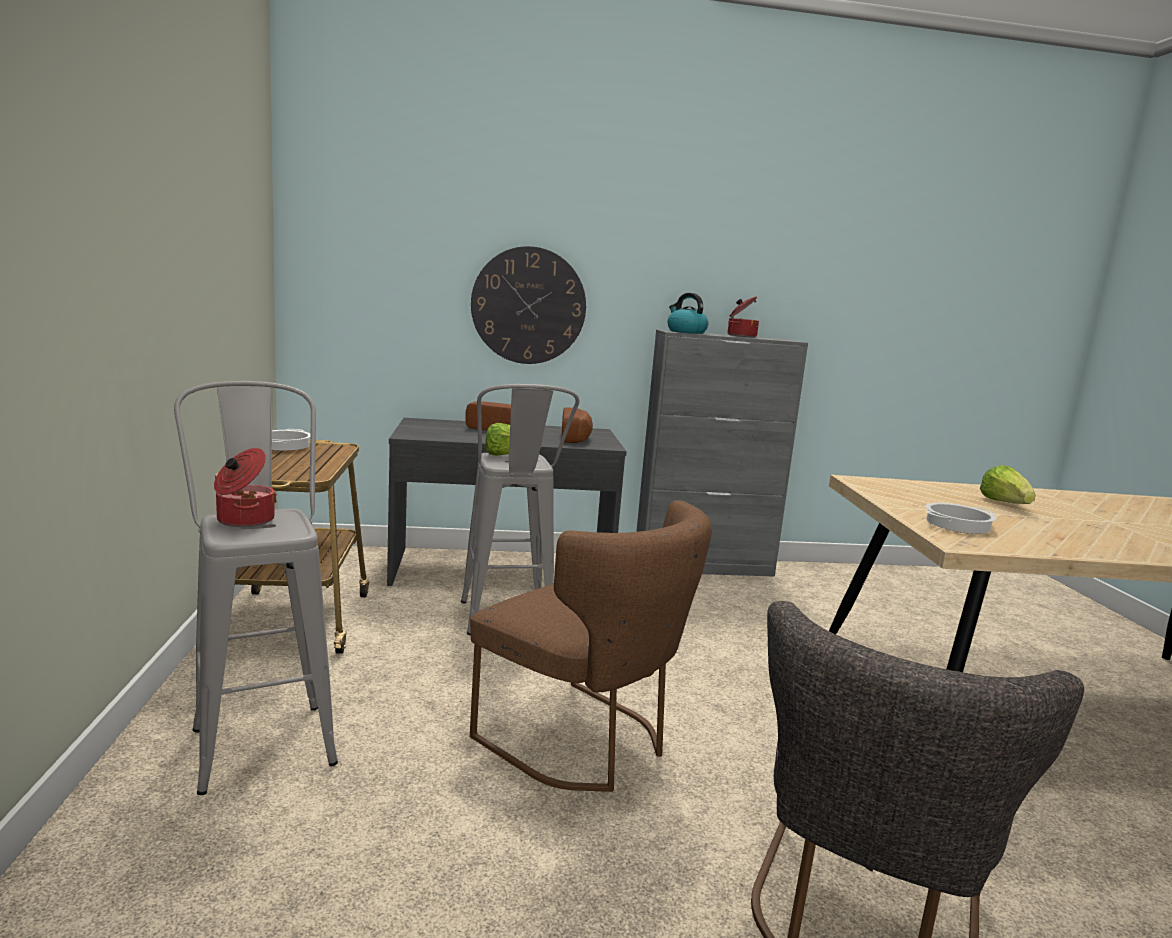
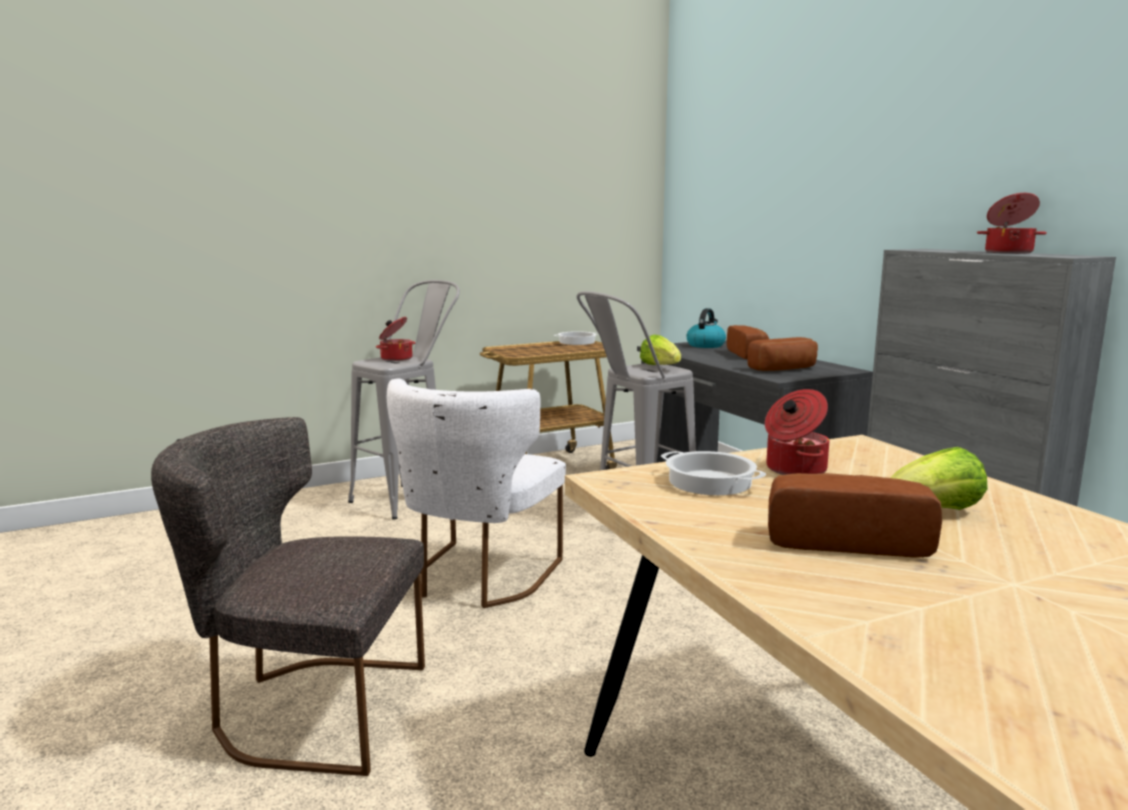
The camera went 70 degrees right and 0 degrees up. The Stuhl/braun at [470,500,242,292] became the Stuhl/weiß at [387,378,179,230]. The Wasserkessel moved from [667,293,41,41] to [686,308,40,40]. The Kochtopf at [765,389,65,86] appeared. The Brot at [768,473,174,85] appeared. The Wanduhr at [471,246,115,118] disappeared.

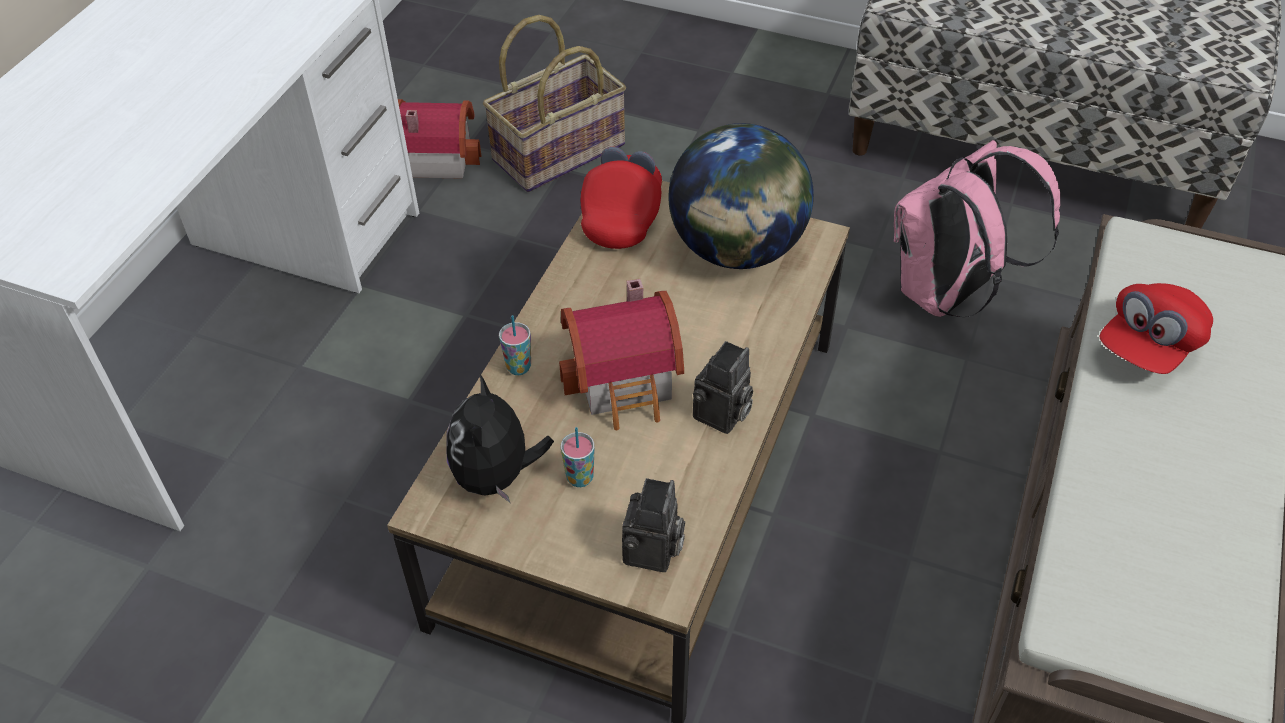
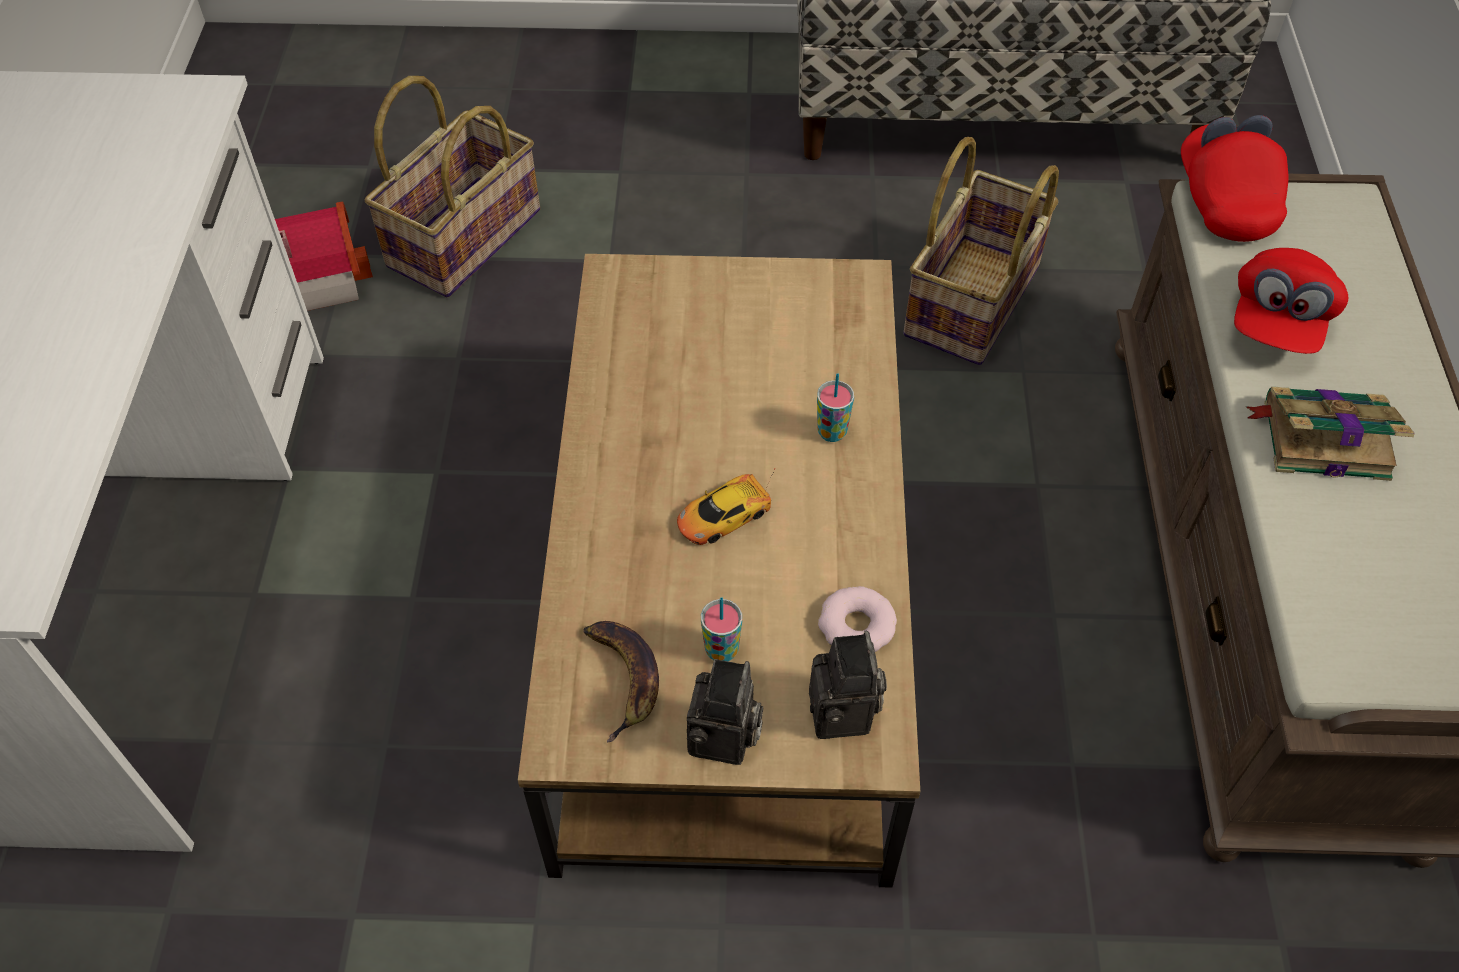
The camera went 20 degrees left and 5 degrees up. The Plüschtier at [446,373,108,130] was replaced by the Banane at [583,621,76,122]. The Spielzeughaus at [559,279,125,152] was replaced by the Spielzeugauto at [677,469,98,76]. The Kamera moved from [693,341,60,93] to [687,659,76,106]. The Tasse moved from [499,315,32,60] to [817,373,37,69]. The Donut at [818,586,79,66] appeared. The Rucksack/rosa at [894,140,166,177] was replaced by the Korb at [903,137,156,228]. The Kappe/rot moved from [581,147,81,102] to [1181,115,107,127]. The Buch at [1246,386,169,95] appeared. The Globus at [668,123,146,146] disappeared.

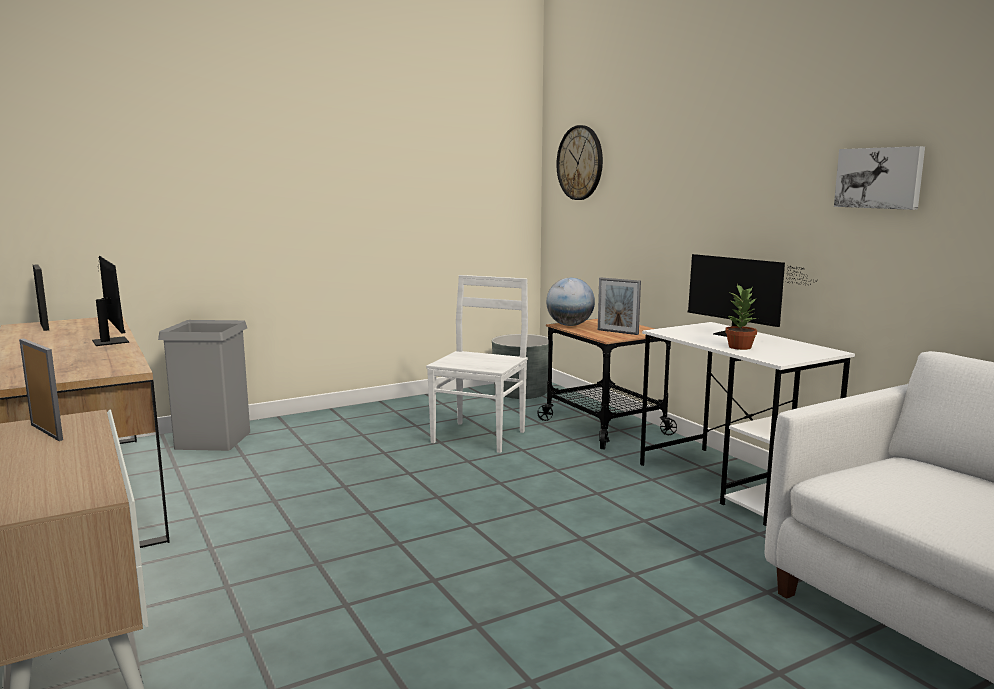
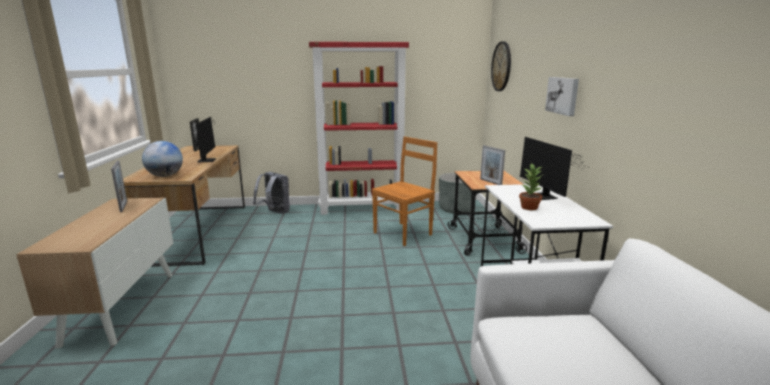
The camera went 25 degrees right and 5 degrees up. The Globus moved from [546,278,49,48] to [142,141,41,36]. The Mülleimer/grau at [158,320,92,131] was replaced by the Rucksack/grau at [253,172,37,42]. The Bücherregal/rot at [309,42,100,173] appeared. The Stuhl/weiß at [426,275,102,178] became the Stuhl/braun at [372,137,65,109]. The Bild moved from [834,146,91,64] to [545,77,34,39].

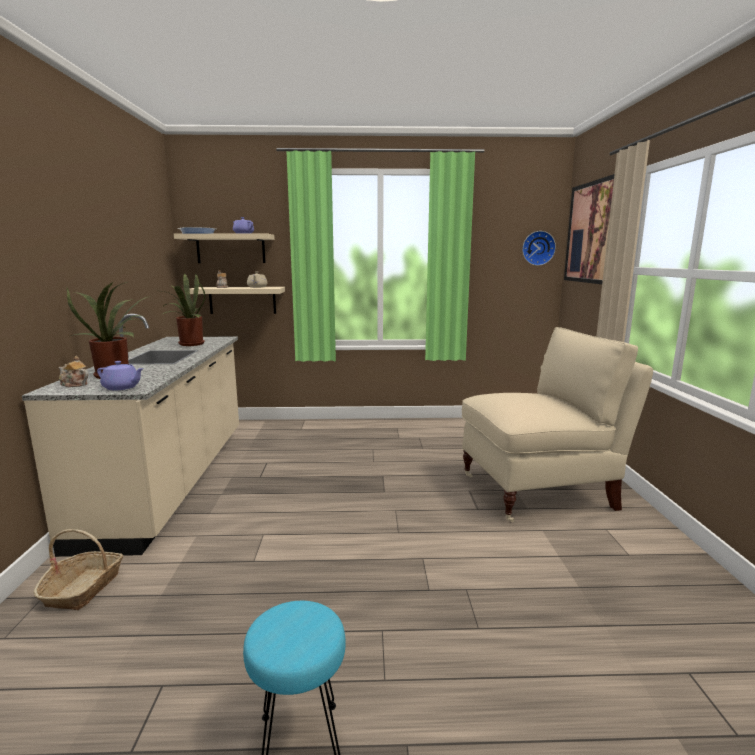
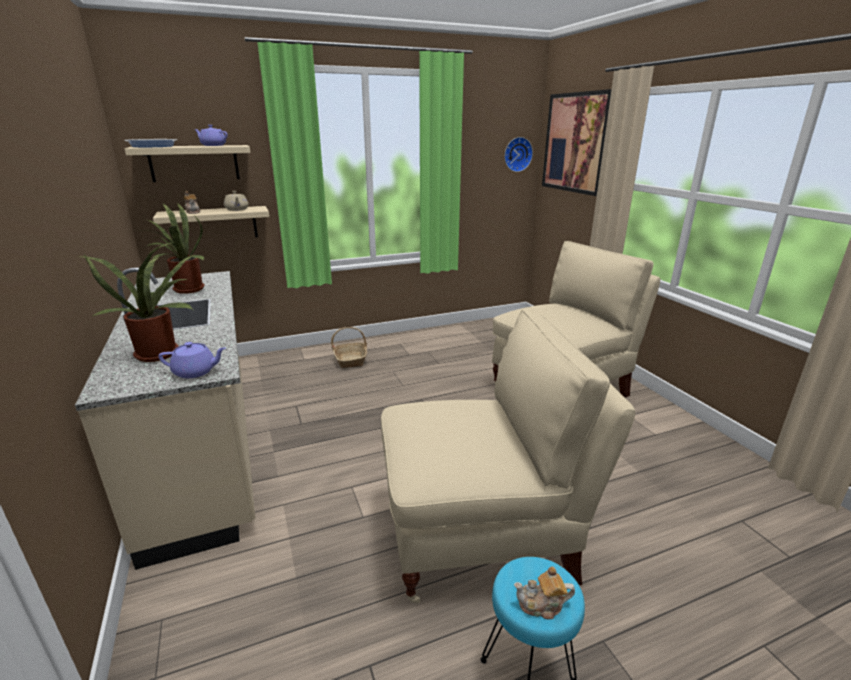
The camera went 20 degrees left and 10 degrees up. The Korb moved from [33,529,90,81] to [331,327,36,41]. The Stuhl/beige at [381,310,254,293] appeared. The Teekanne moved from [58,356,30,31] to [514,566,61,54].

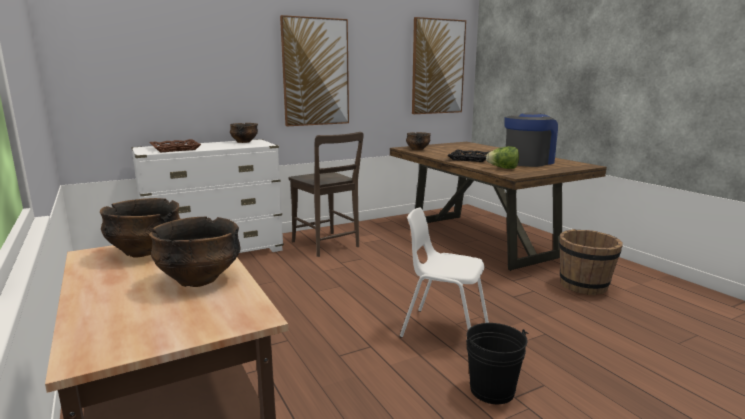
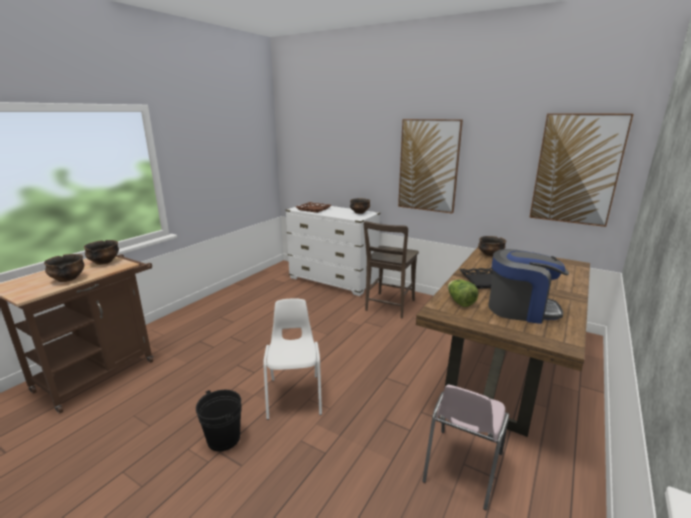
The camera went 60 degrees right and 5 degrees up. The Eimer/braun at [559,229,64,66] was replaced by the Stuhl/rosa at [422,385,87,125].

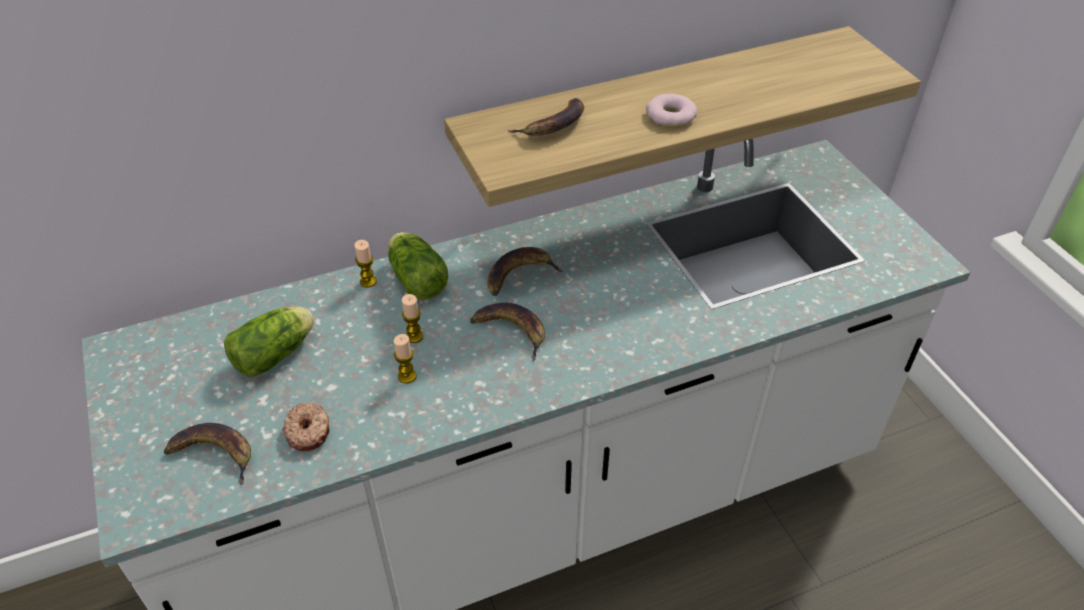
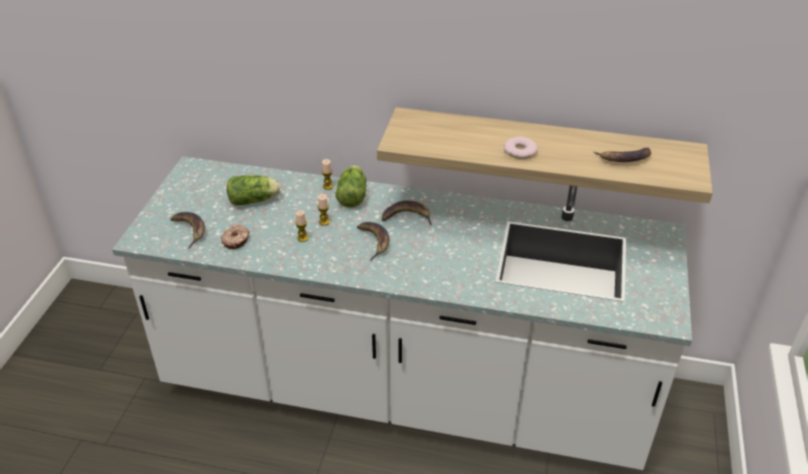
The camera went 35 degrees right and 5 degrees down. The Banane moved from [508,98,76,38] to [593,148,58,14].

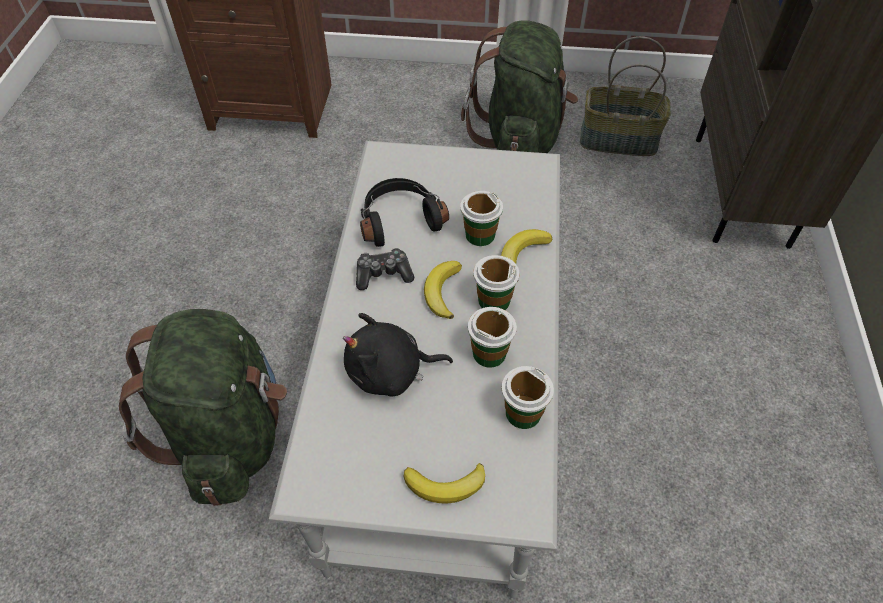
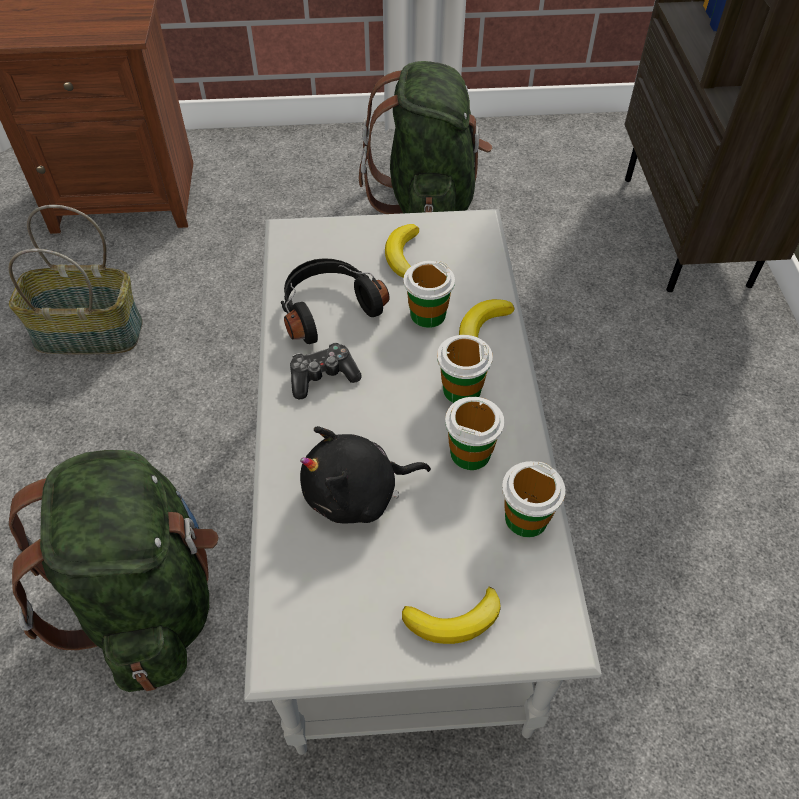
The camera went 10 degrees left and 0 degrees up. The Korb moved from [580,36,90,120] to [8,205,135,149]. The Banane moved from [424,261,38,58] to [385,224,34,54].

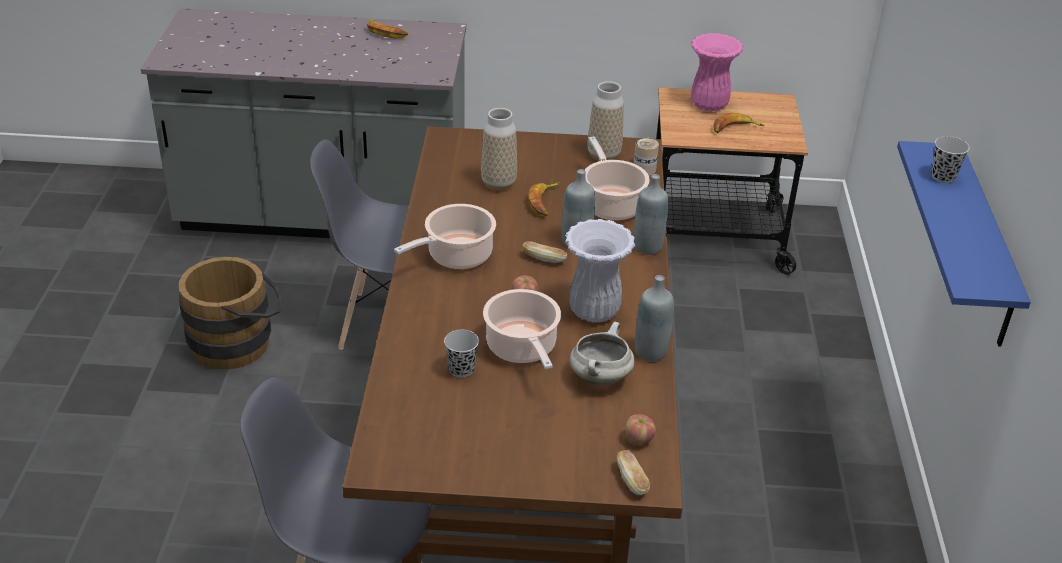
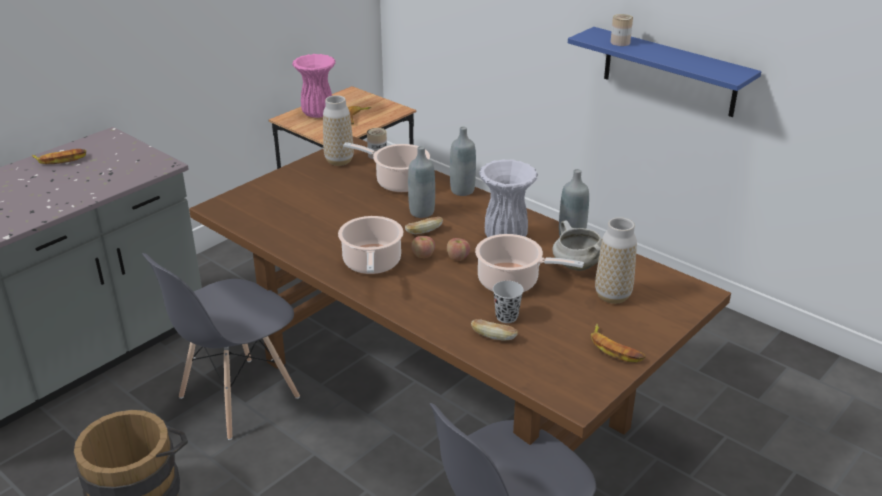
The camera went 50 degrees left and 5 degrees down. The Apfel moved from [625,414,31,32] to [411,236,24,22]. The Brot moved from [617,450,33,45] to [471,319,47,21]. The Banane moved from [528,183,33,33] to [591,324,55,39]. The Vase moved from [481,108,36,83] to [595,217,42,87]. The Tasse/schwarz at [931,136,39,47] was replaced by the Dose at [611,14,22,32].

